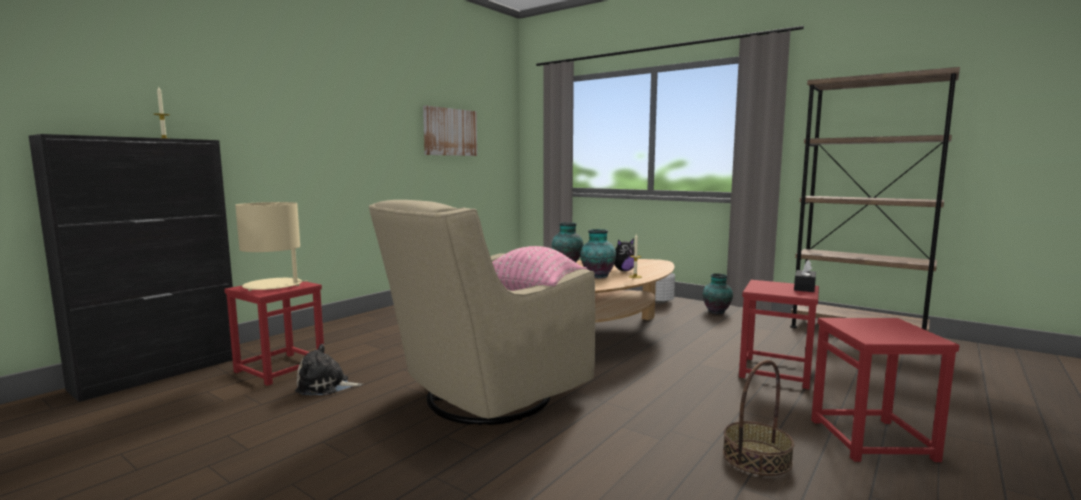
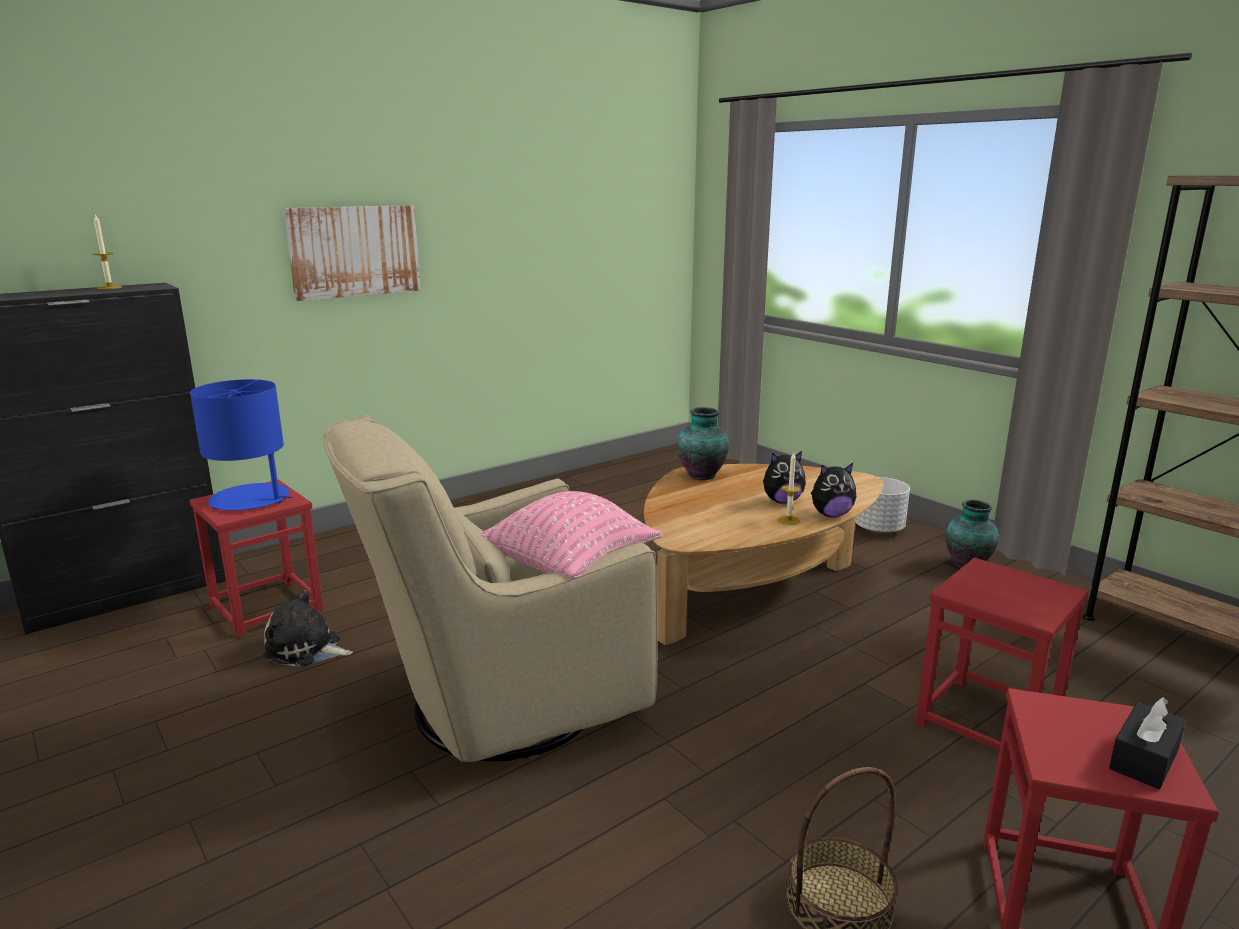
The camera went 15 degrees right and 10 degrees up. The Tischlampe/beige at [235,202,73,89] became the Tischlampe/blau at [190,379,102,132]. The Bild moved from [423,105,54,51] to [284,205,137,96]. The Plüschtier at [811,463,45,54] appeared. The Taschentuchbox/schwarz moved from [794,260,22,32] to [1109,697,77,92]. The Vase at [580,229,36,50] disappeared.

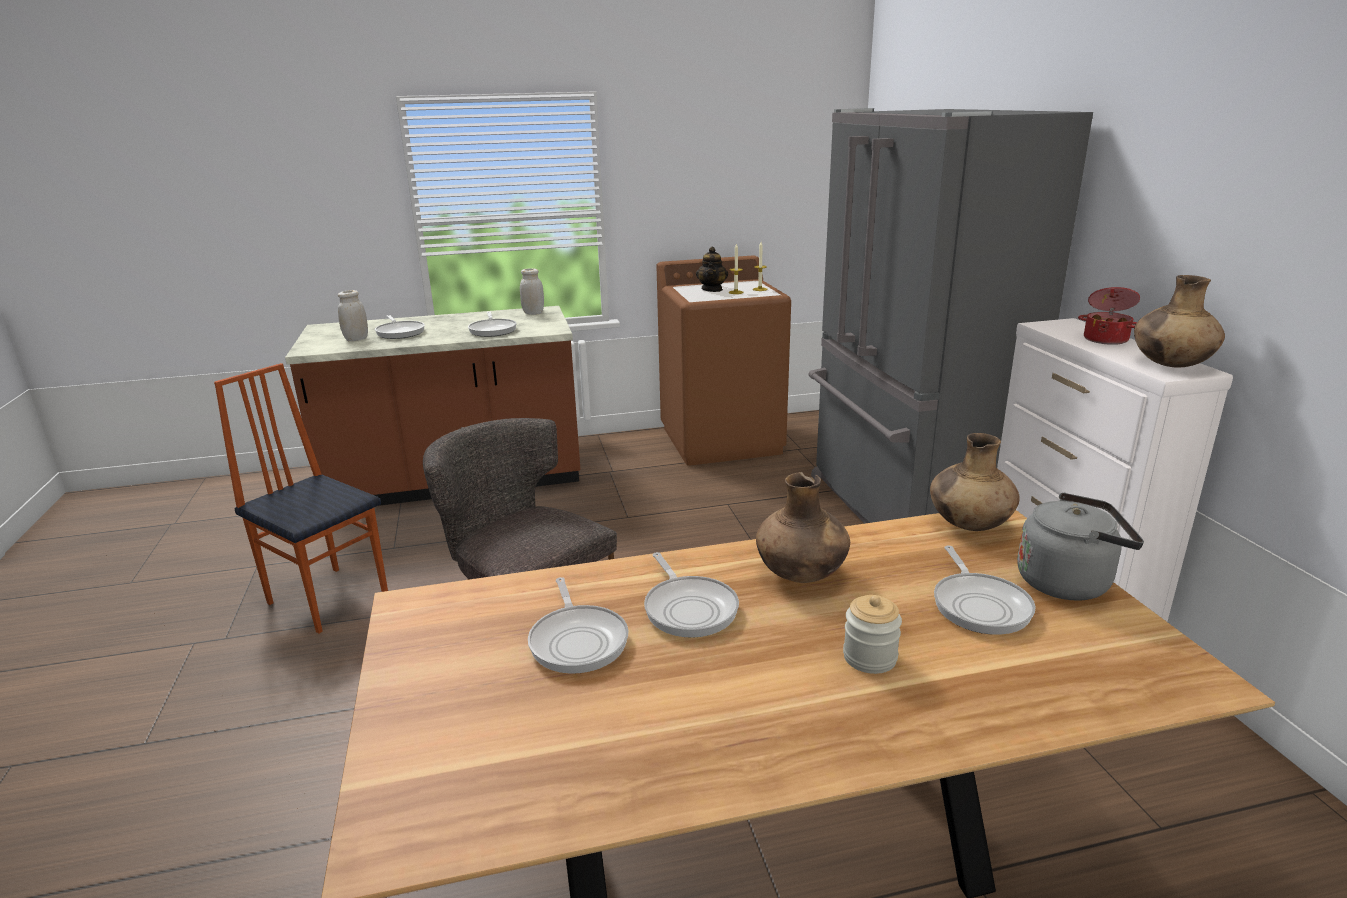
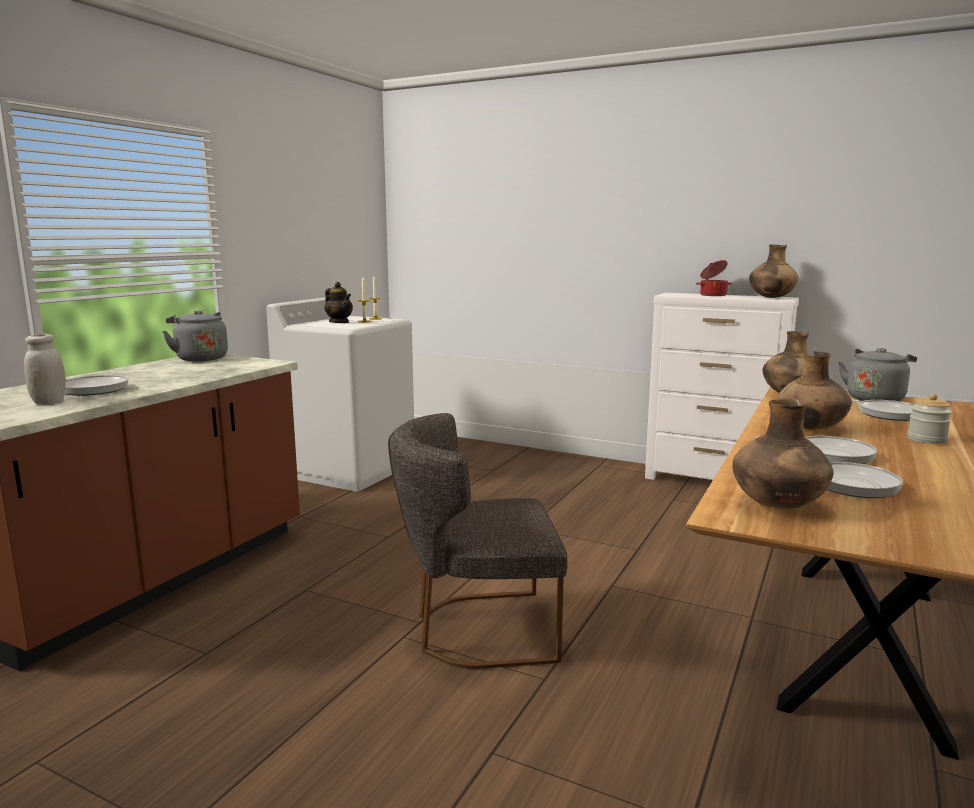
The camera went 50 degrees left and 10 degrees down. The Vorratsglas/weiß at [520,268,24,47] was replaced by the Wasserkessel/grau at [162,310,66,51]. The Waschmaschine/braun at [656,255,135,211] became the Waschmaschine/weiß at [266,297,148,195]. The Vase/braun at [732,399,102,110] appeared. The Stuhl at [214,363,174,270] disappeared. The Pfanne at [468,312,48,25] disappeared. The Kühlschrank/grau at [808,108,285,416] disappeared.

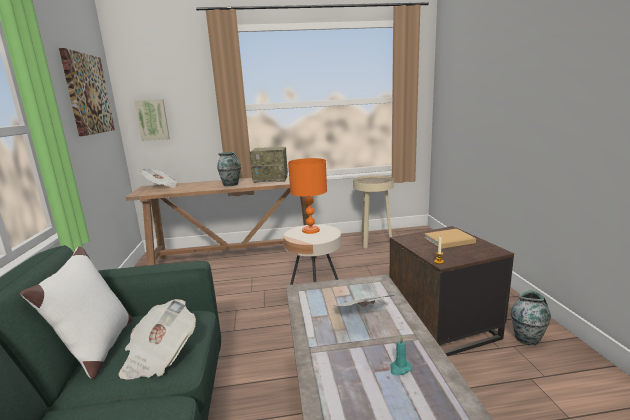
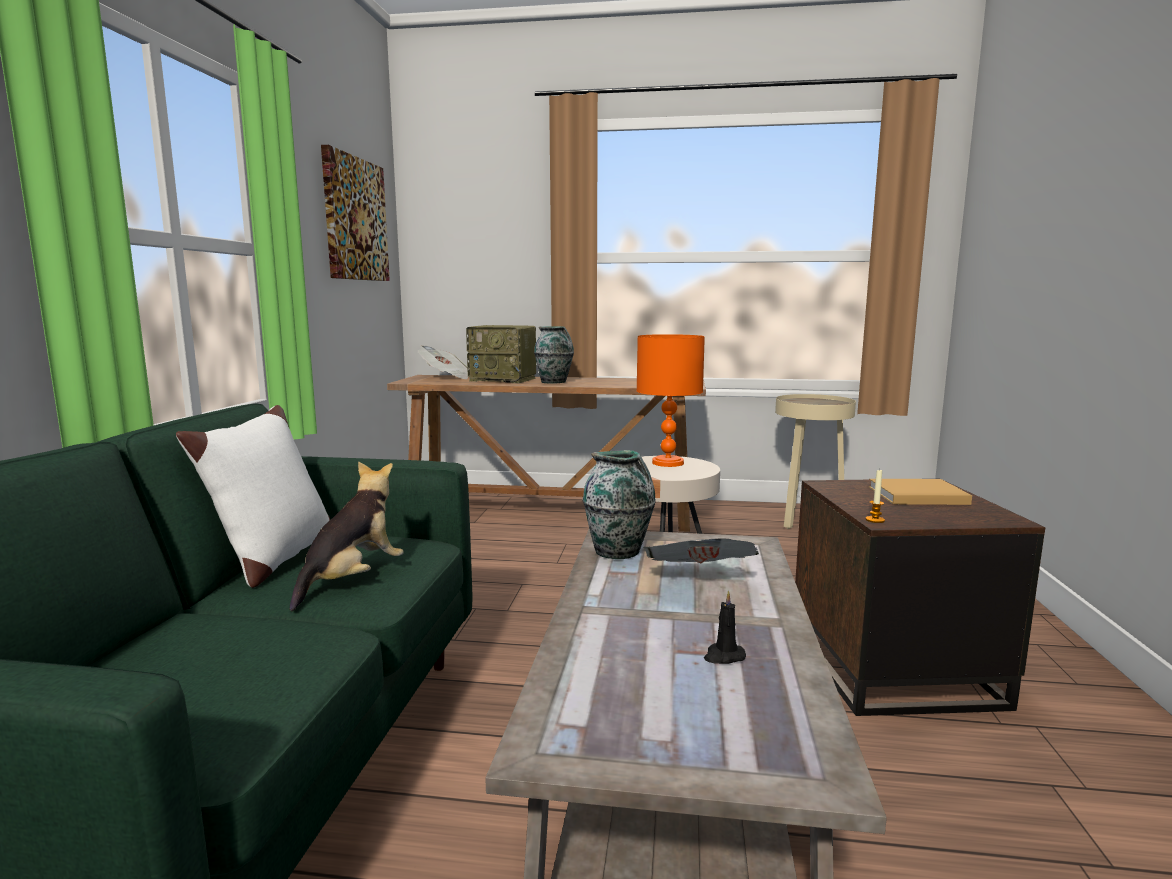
The camera went 15 degrees right and 5 degrees down. The Zeitung at [119,299,77,81] was replaced by the Plüschtier at [290,461,114,150]. The Radio moved from [250,147,38,36] to [466,325,70,58]. The Vase moved from [511,290,40,55] to [583,450,73,109]. The Kerze/türkis at [390,336,22,39] became the Kerze/schwarz at [704,591,42,73]. The Bild at [134,99,36,42] disappeared.

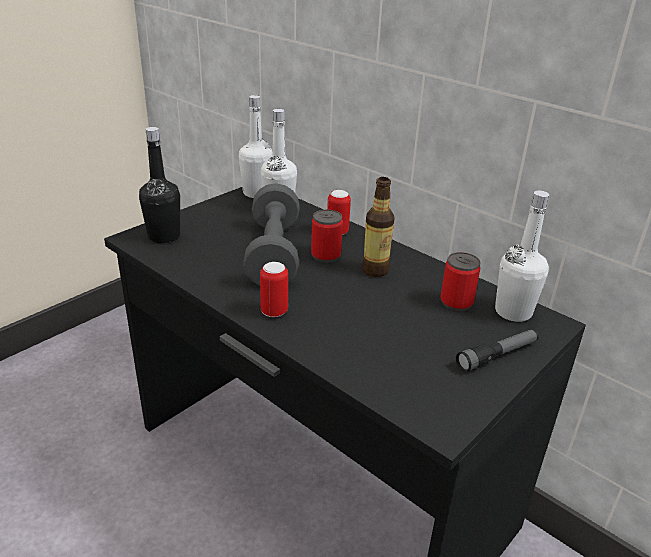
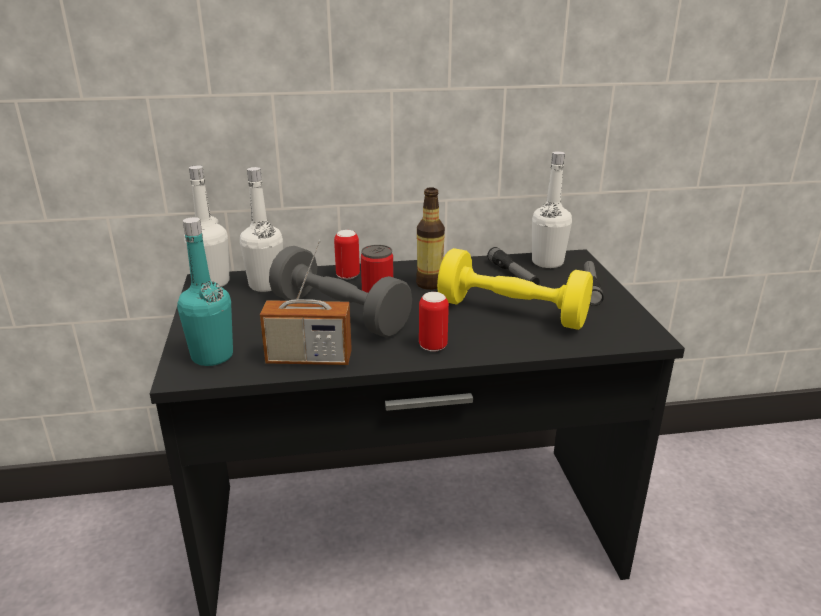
The camera went 50 degrees left and 5 degrees down. The Flasche/schwarz at [139,127,41,116] became the Flasche/türkis at [177,217,56,149]. The Radio at [260,240,92,125] appeared. The Hantel/gelb at [437,248,156,82] appeared. The Dose at [440,252,41,59] was replaced by the Taschenlampe at [487,247,53,38].

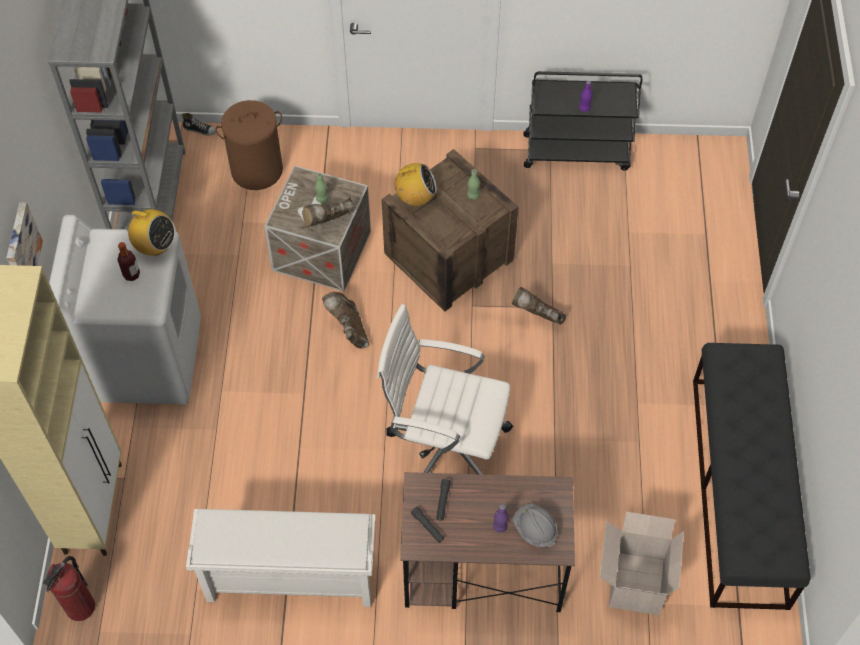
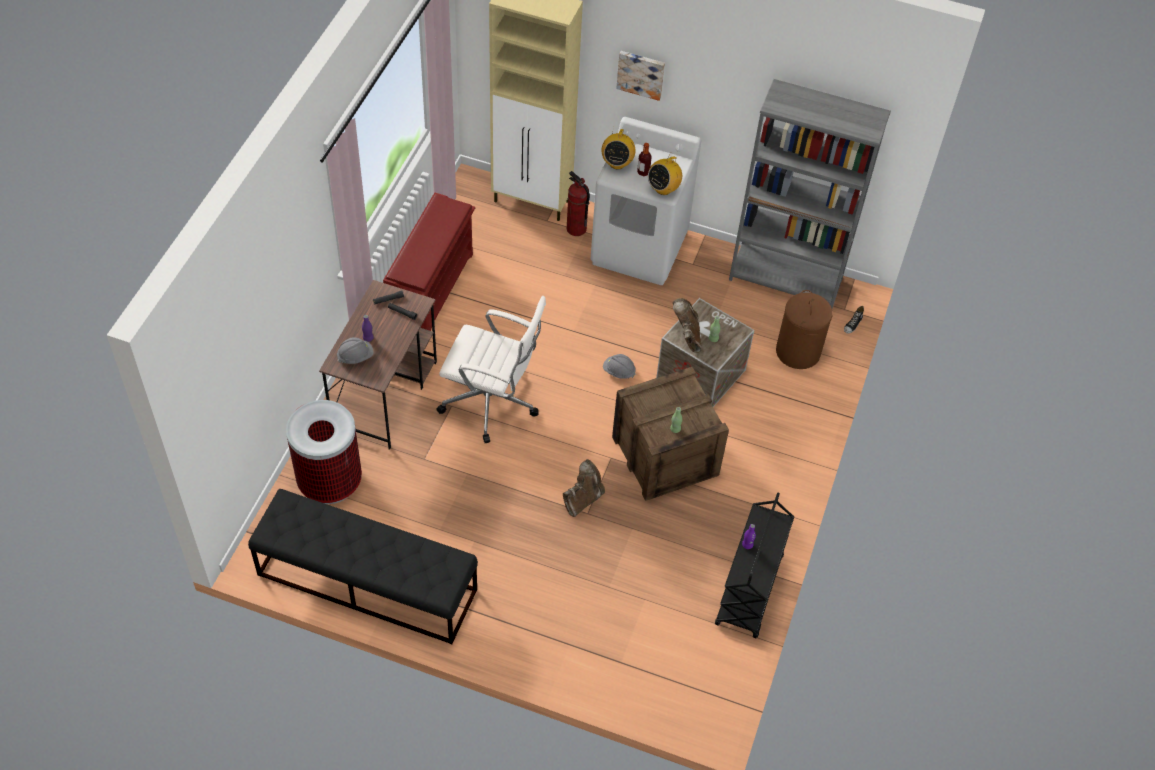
The camera went 105 degrees right and 5 degrees down. The Karton at [600,512,84,103] was replaced by the Mülleimer at [286,400,76,104]. The Schuhregal/weiß at [186,509,189,98] became the Schuhregal/rot at [383,193,92,138]. The Bürostuhl/weiß at [377,304,136,171] turned 75 degrees clockwise. The Feuerlöscher moved from [43,556,52,65] to [567,171,23,65]. The Radio moved from [394,163,43,43] to [601,129,35,41]. The Stiefel/braun at [322,292,47,57] was replaced by the Schutzhelm/grau at [603,354,33,25].

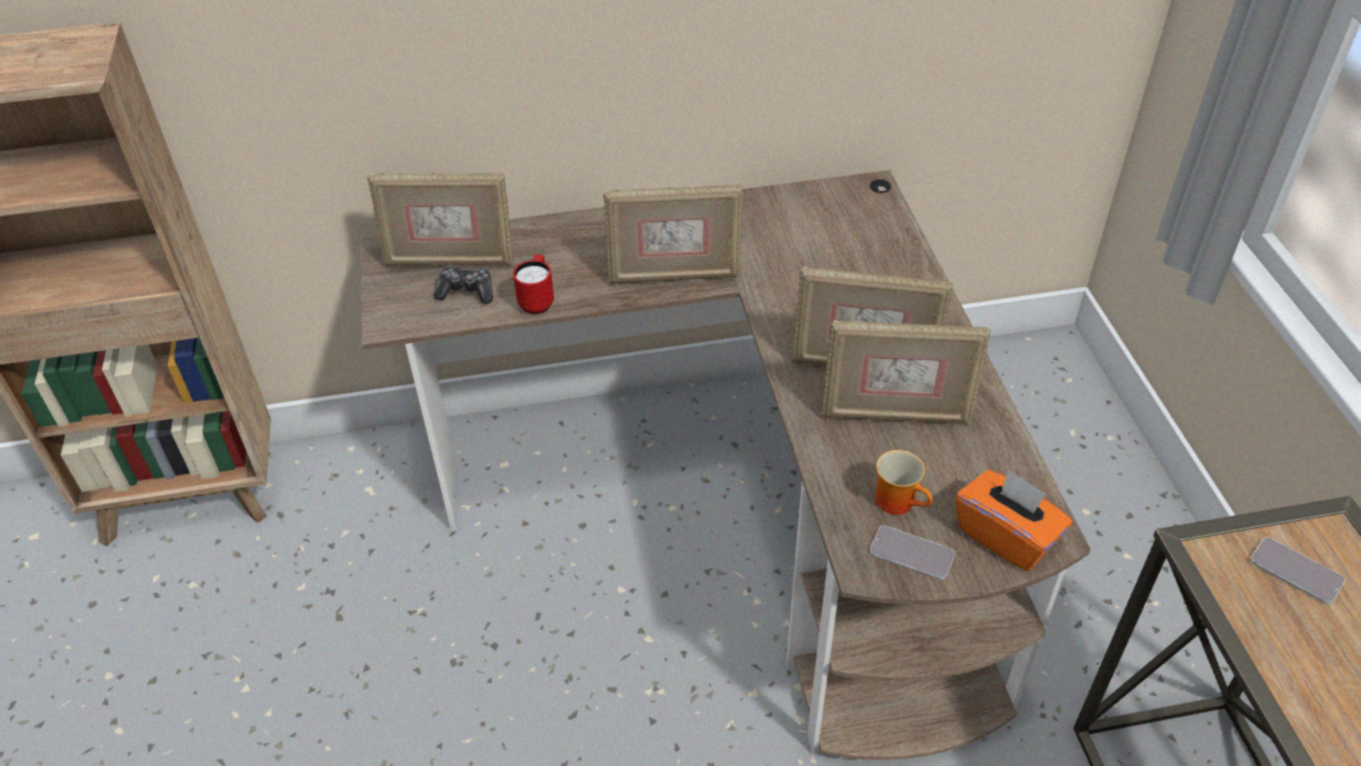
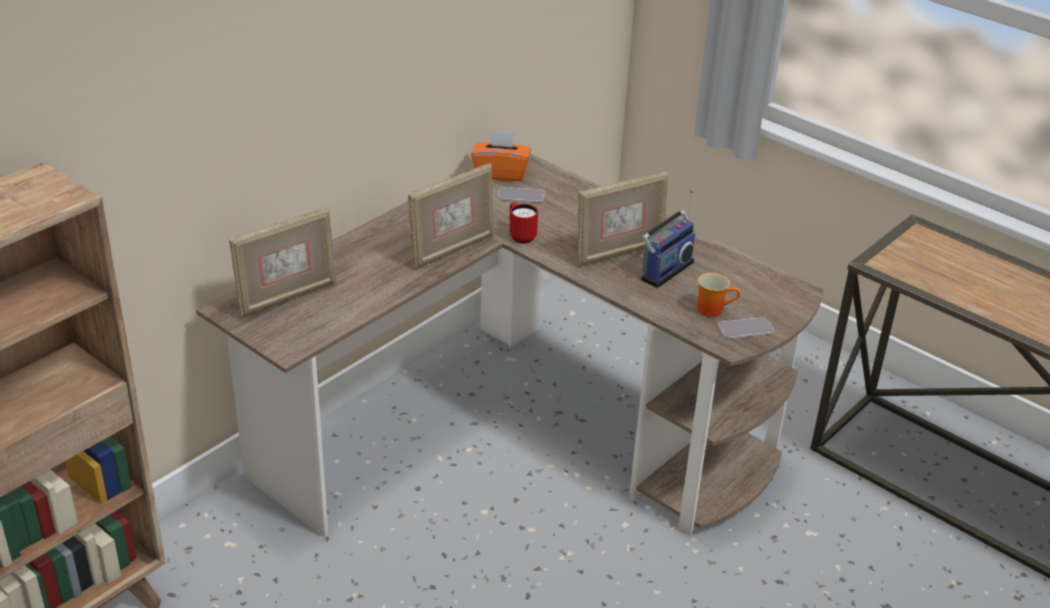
The camera went 40 degrees left and 10 degrees down. The Taschentuchbox/orange moved from [956,469,117,102] to [471,130,60,51]. The Handy moved from [1250,537,95,67] to [498,187,47,16]. The Henkelbecher/rot moved from [513,255,41,59] to [510,202,28,41]. The Bilderrahmen at [821,320,170,104] was replaced by the Radio at [639,190,56,98]. The Gamepad at [434,266,59,38] disappeared.

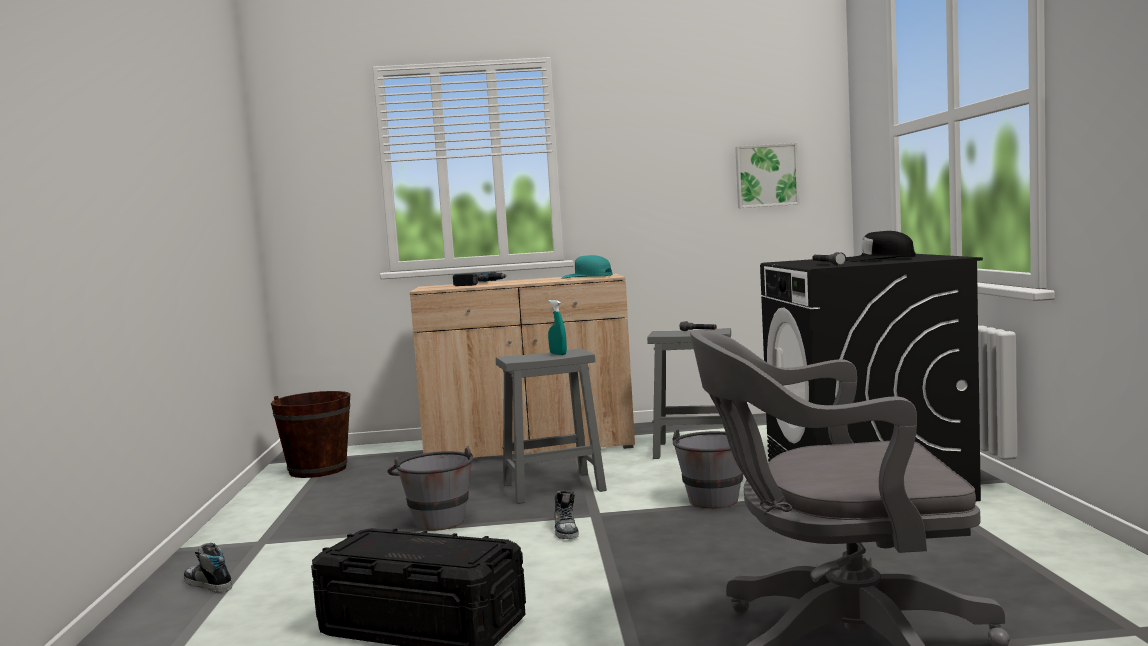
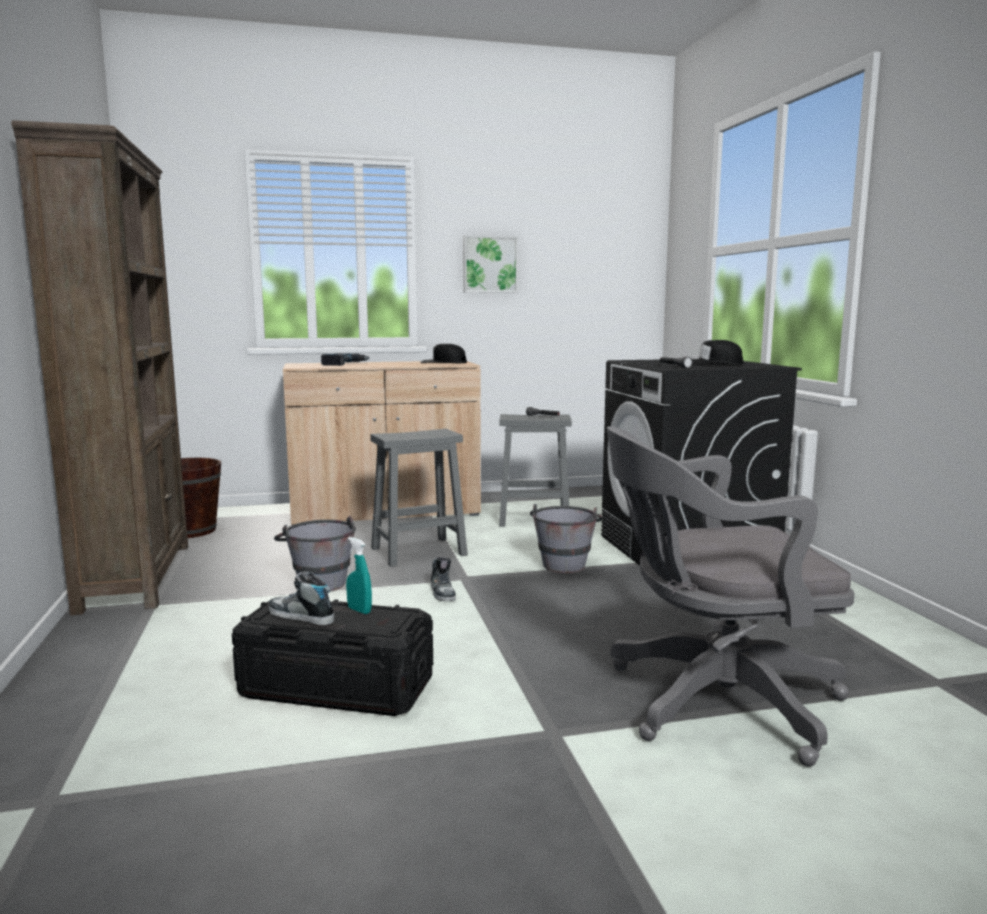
The camera went 10 degrees left and 5 degrees up. The Bücherregal/braun at [11,120,177,495] appeared. The Schuh moved from [184,543,48,49] to [268,571,66,54]. The Sprühflasche/türkis moved from [548,300,19,55] to [346,537,26,77]. The Kappe/türkis at [562,255,51,24] became the Kappe/schwarz at [420,344,47,19]. The Bild moved from [735,143,65,65] to [463,235,55,58].

